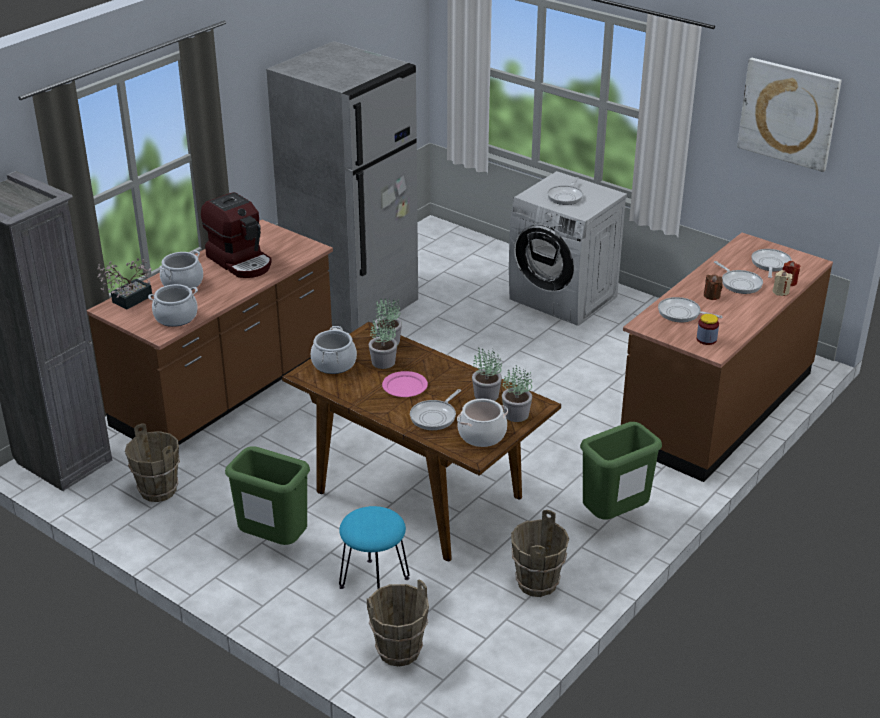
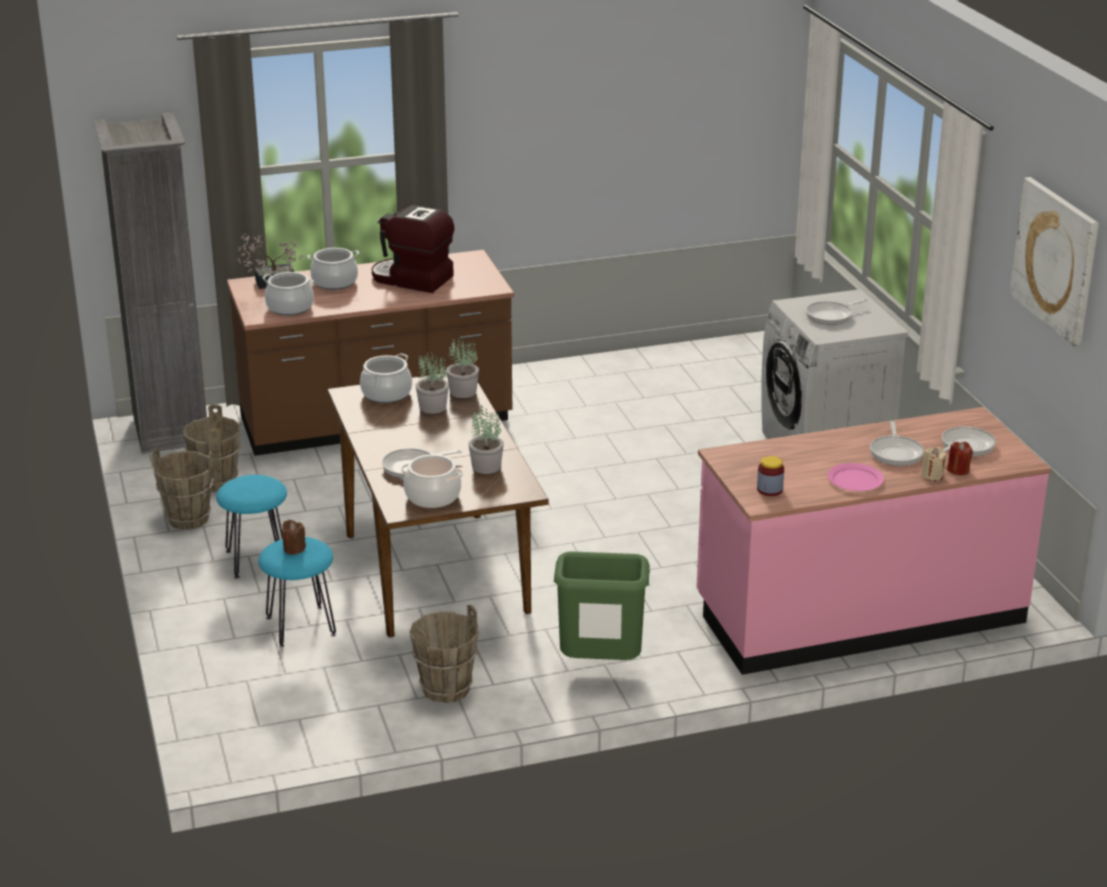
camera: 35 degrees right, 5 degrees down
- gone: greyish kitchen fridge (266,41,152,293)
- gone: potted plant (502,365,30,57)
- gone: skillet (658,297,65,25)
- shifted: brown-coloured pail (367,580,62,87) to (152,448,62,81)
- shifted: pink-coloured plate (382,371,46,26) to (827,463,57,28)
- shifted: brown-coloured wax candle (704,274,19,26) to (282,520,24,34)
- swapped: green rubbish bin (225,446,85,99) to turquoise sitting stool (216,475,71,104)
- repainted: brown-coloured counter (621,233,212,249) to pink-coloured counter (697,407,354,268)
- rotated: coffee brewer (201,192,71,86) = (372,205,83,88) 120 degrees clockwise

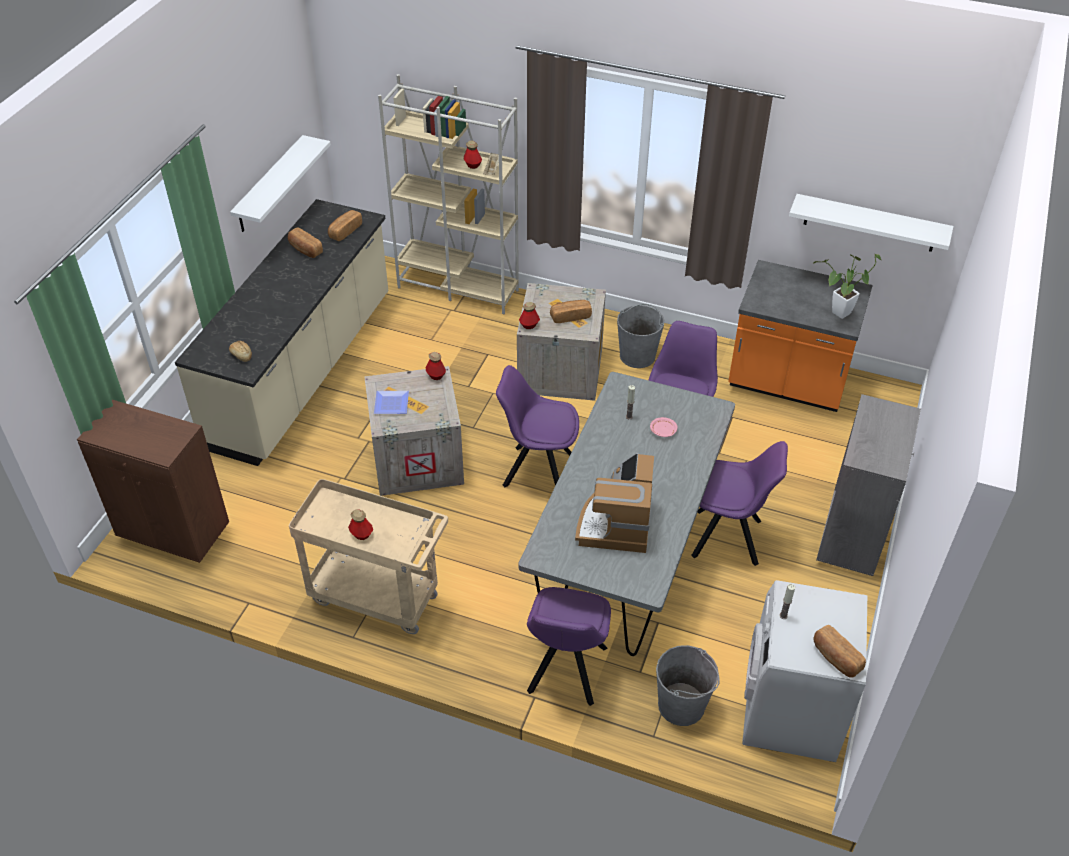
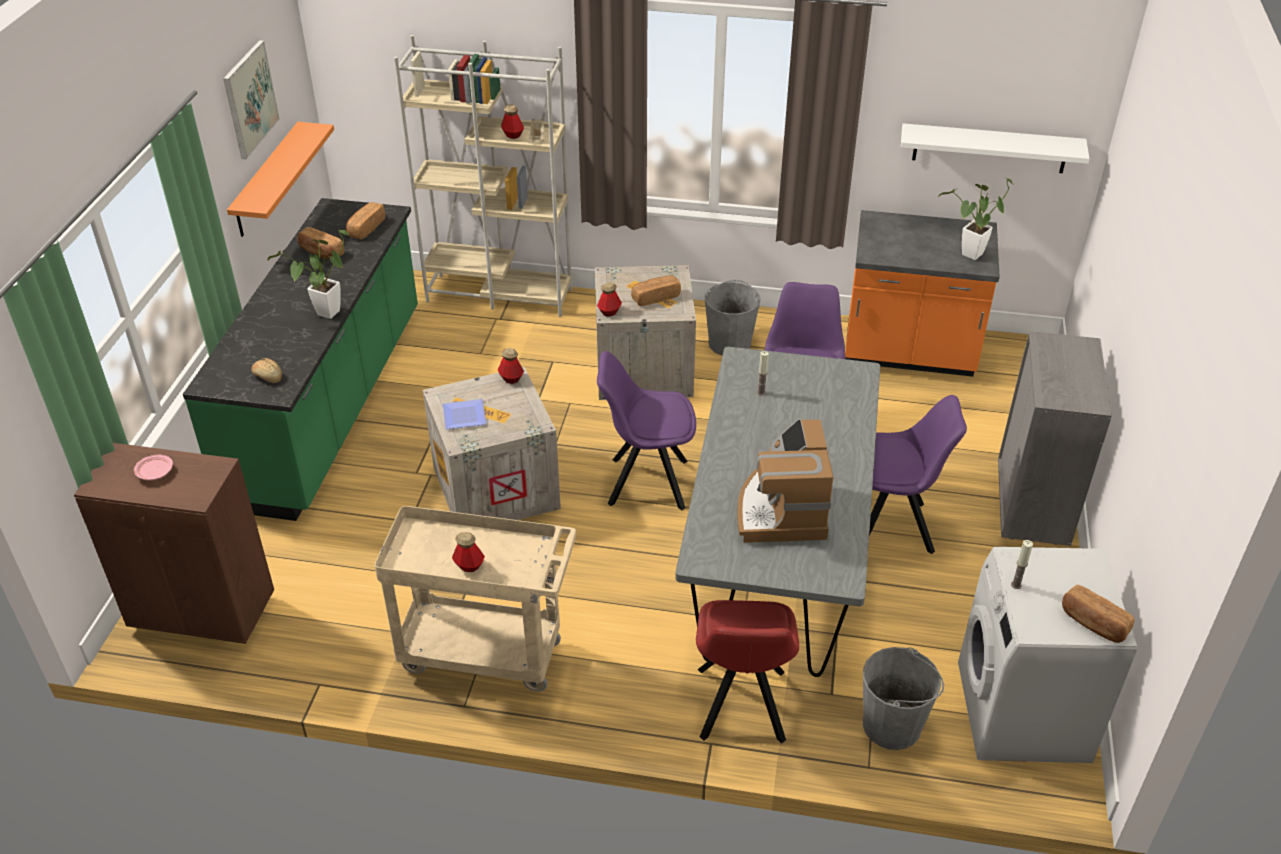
camera: 10 degrees left, 5 degrees down
- new: picture (223,40,57,119)
- new: potted plant (267,229,82,90)
- shifted: pink-coloured plate (650,417,27,20) to (134,455,39,25)
- repainted: beige-coloured counter (175,199,213,267) to green counter (183,198,235,323)
- repainted: white-coloured bracket shelf (230,135,101,97) to orangey bracket shelf (227,122,107,115)
- repainted: purple-coloured chair (527,587,84,119) to reddish chair (696,600,103,143)

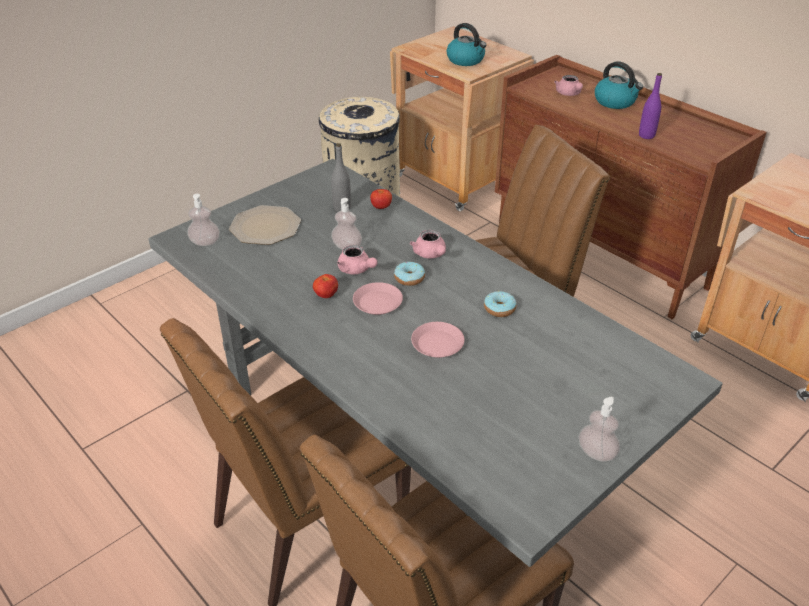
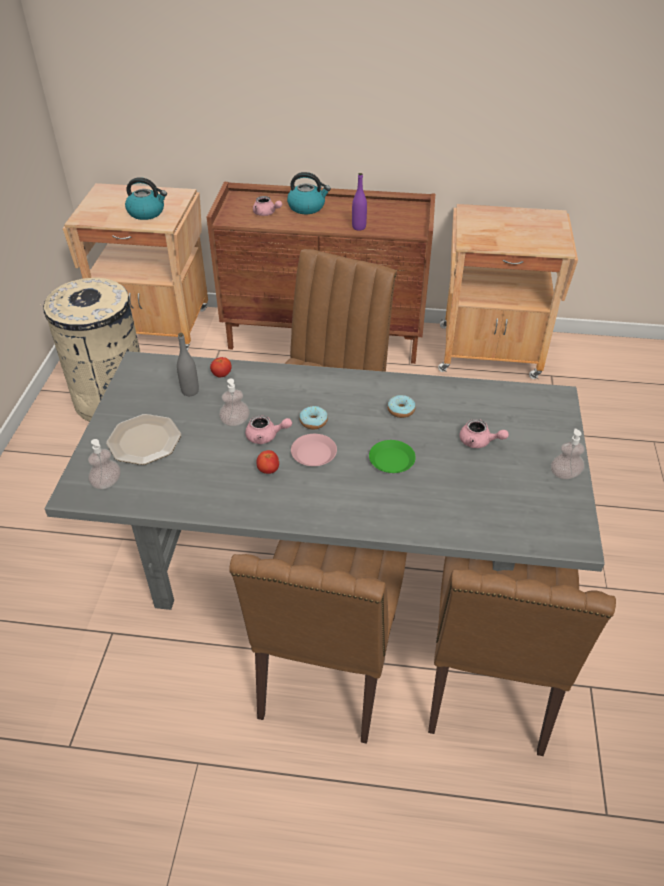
camera: 40 degrees left, 5 degrees up
- shifted: pink-coloured pot for tea (410,230,36,28) to (460,419,49,29)
- repainted: pink-coloured plate (411,322,54,36) to green plate (369,440,47,33)

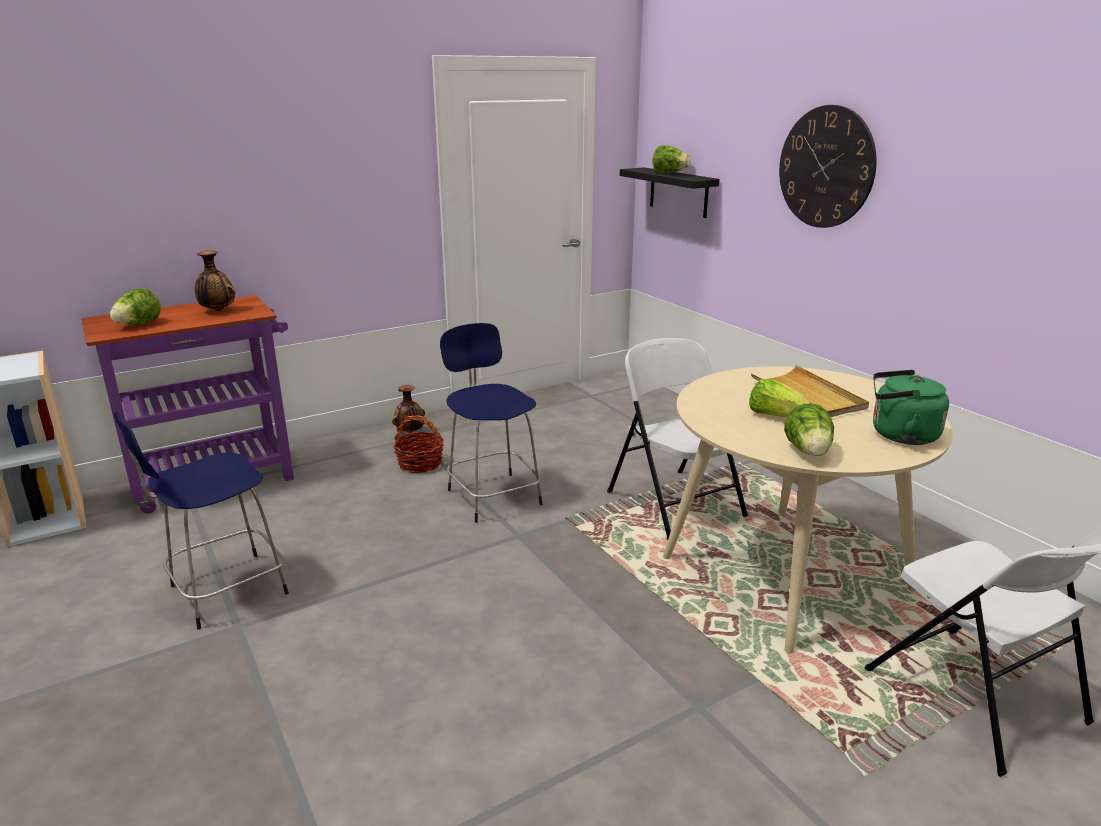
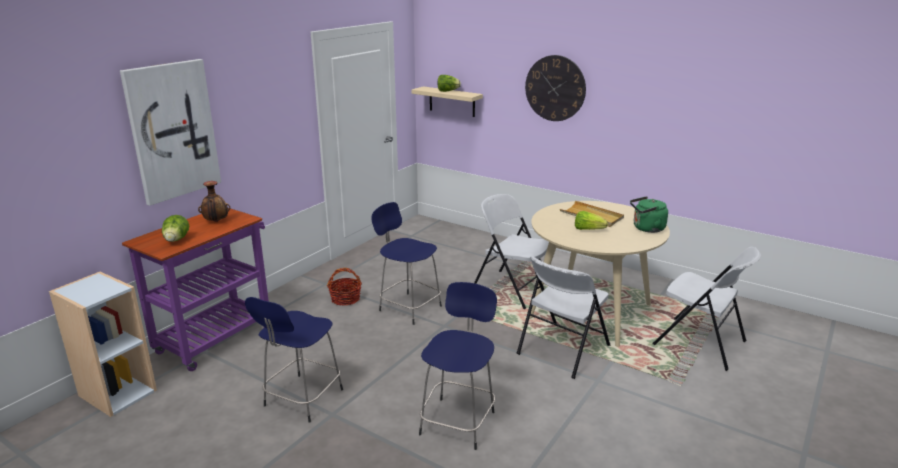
camera: 25 degrees left, 0 degrees up
- gone: vase (392,385,33,48)
- gone: head of lettuce (784,403,50,53)
- new: picture (120,59,101,147)
- new: blue-coloured sitting stool (419,282,78,168)
- new: white-coloured chair (516,256,94,123)
- repainted: blackish bracket shelf (620,167,100,51) to beige-coloured bracket shelf (411,86,72,31)

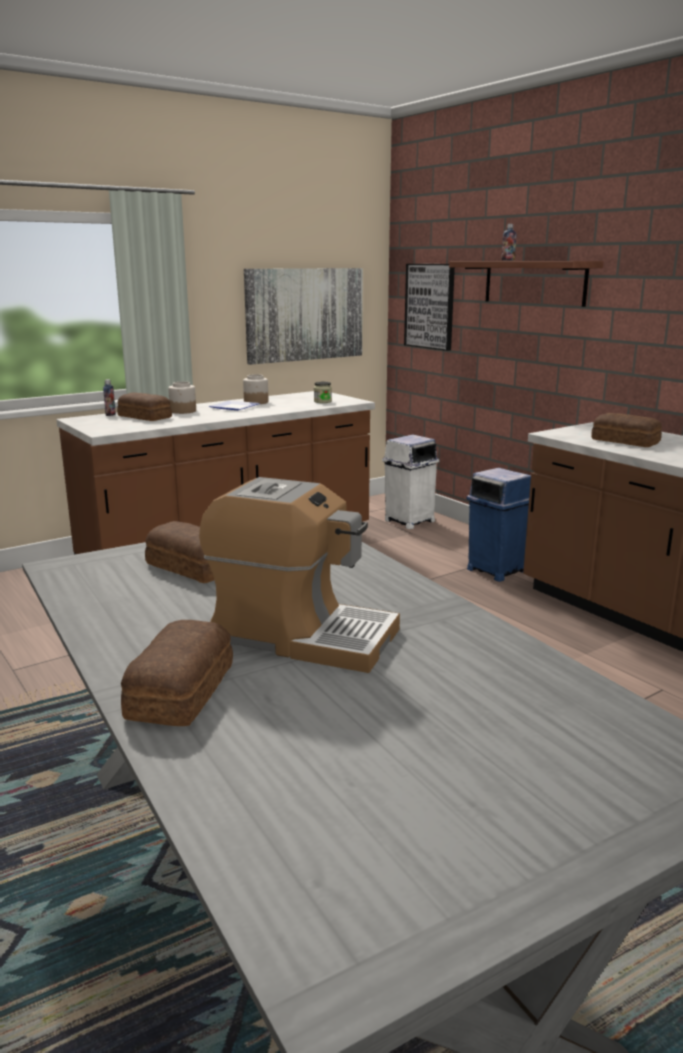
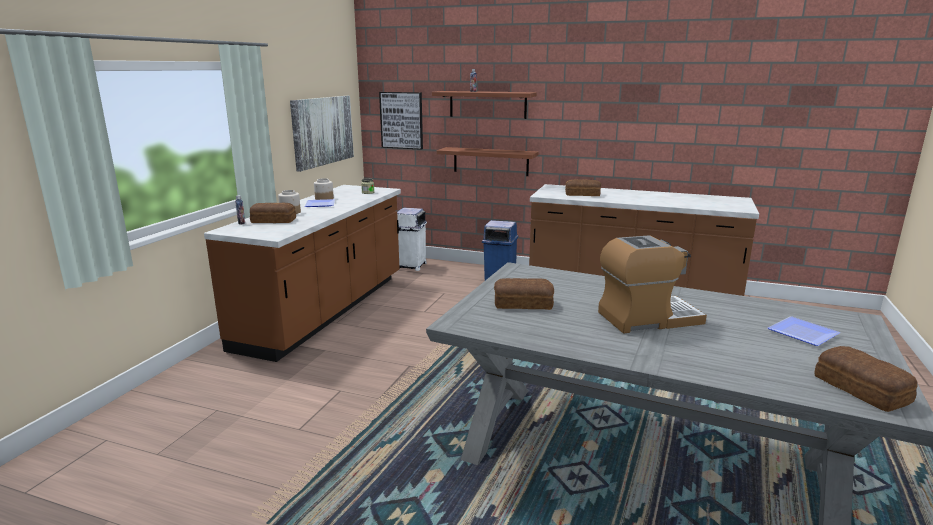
camera: 35 degrees left, 0 degrees up
- new: bracket shelf (437,147,101,29)
- new: plate (768,316,73,30)
- shifted: baked bread (121,620,112,106) to (814,346,104,66)

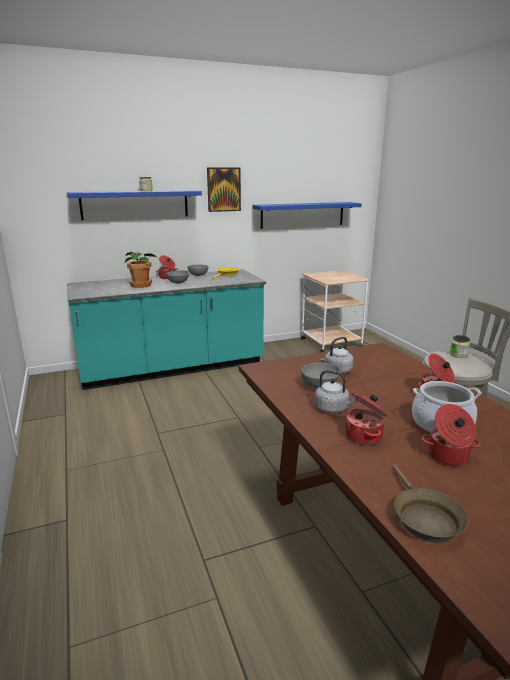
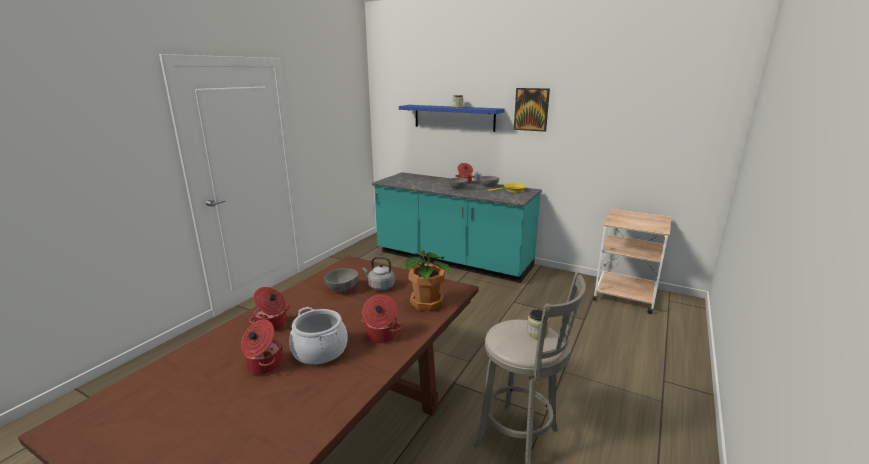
camera: 50 degrees right, 0 degrees up
- gone: blue-coloured bracket shelf (253,202,109,27)
- gone: greyish tea kettle (315,370,40,43)
- gone: brown-coloured skillet (392,465,77,78)
- shifted: potted plant (125,252,31,36) to (405,250,45,61)

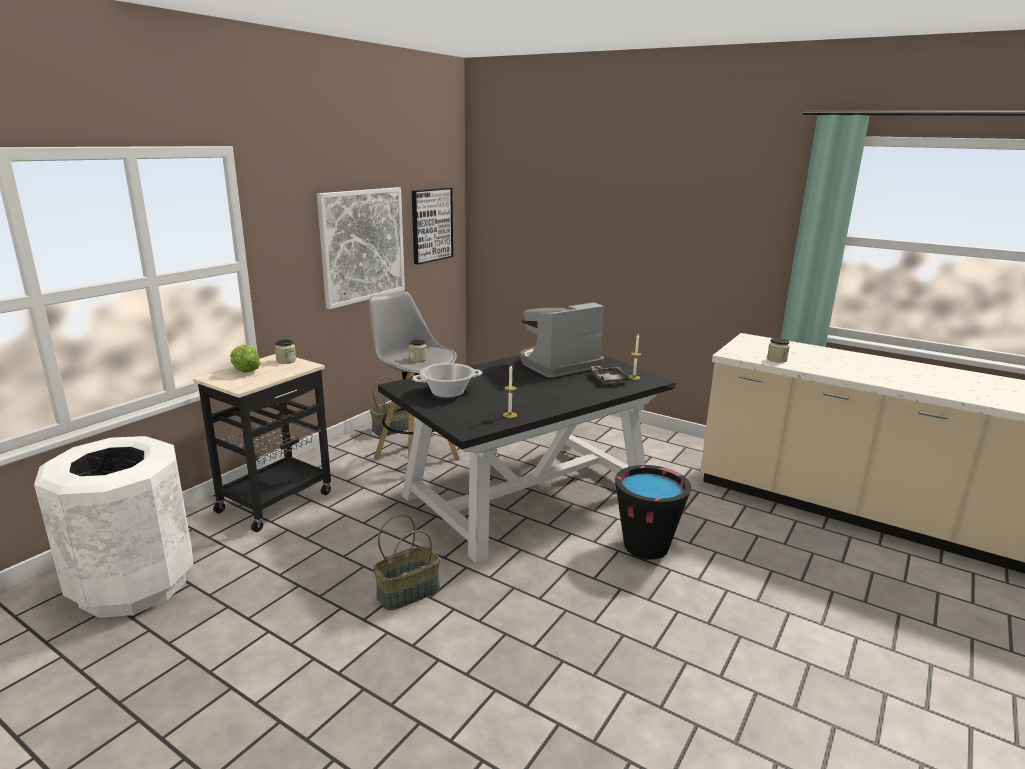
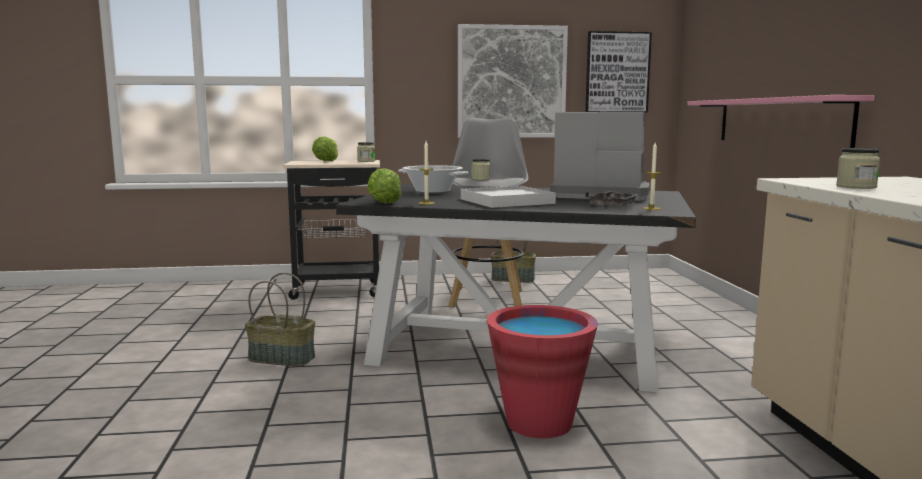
camera: 50 degrees right, 10 degrees down
- gone: white-coloured rubbish bin (34,436,159,182)
- new: head of lettuce (367,168,34,36)
- new: white-coloured tray (461,186,95,22)
- new: pink-coloured bracket shelf (687,95,188,53)
- repainted: blackish pail (615,465,77,95) to reddish pail (487,305,111,133)

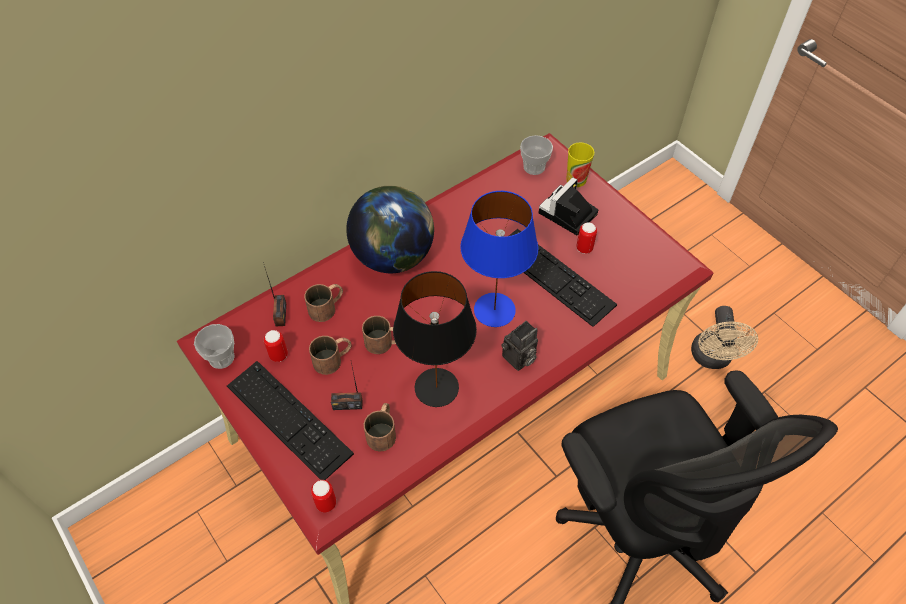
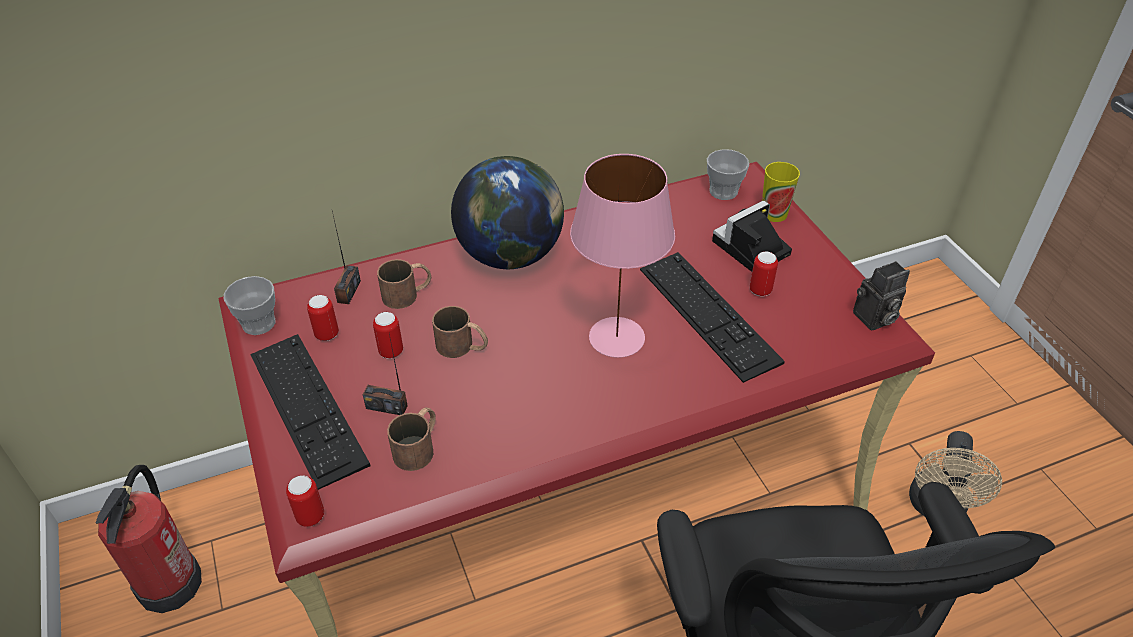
camera: 15 degrees right, 10 degrees down
- gone: blackish table lamp (393,271,84,136)
- new: fire-fighting cylinder (96,465,106,148)
- shifted: photo camera (501,321,37,50) to (853,261,57,69)
- swapped: brown-coloured tea mug (309,336,43,39) to metal can (373,312,30,47)
- repainted: blue-coloured table lamp (460,191,78,136) to pink-coloured table lamp (570,154,105,204)

